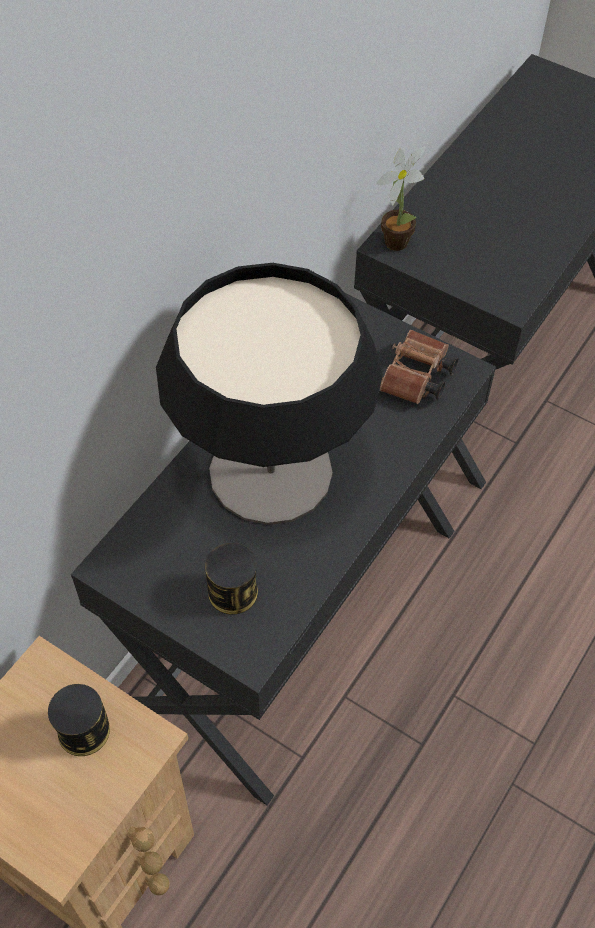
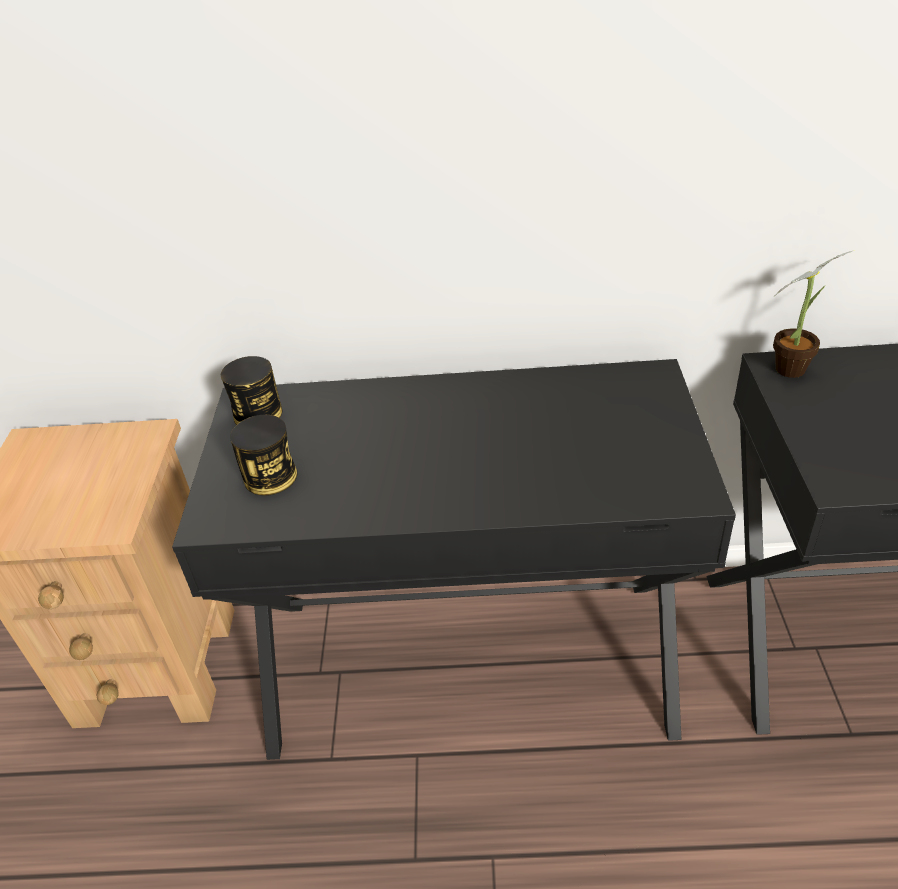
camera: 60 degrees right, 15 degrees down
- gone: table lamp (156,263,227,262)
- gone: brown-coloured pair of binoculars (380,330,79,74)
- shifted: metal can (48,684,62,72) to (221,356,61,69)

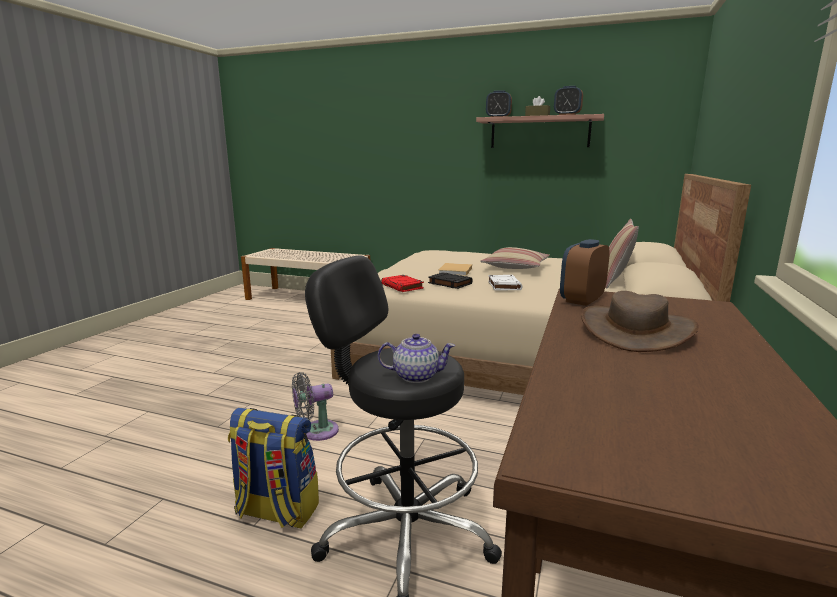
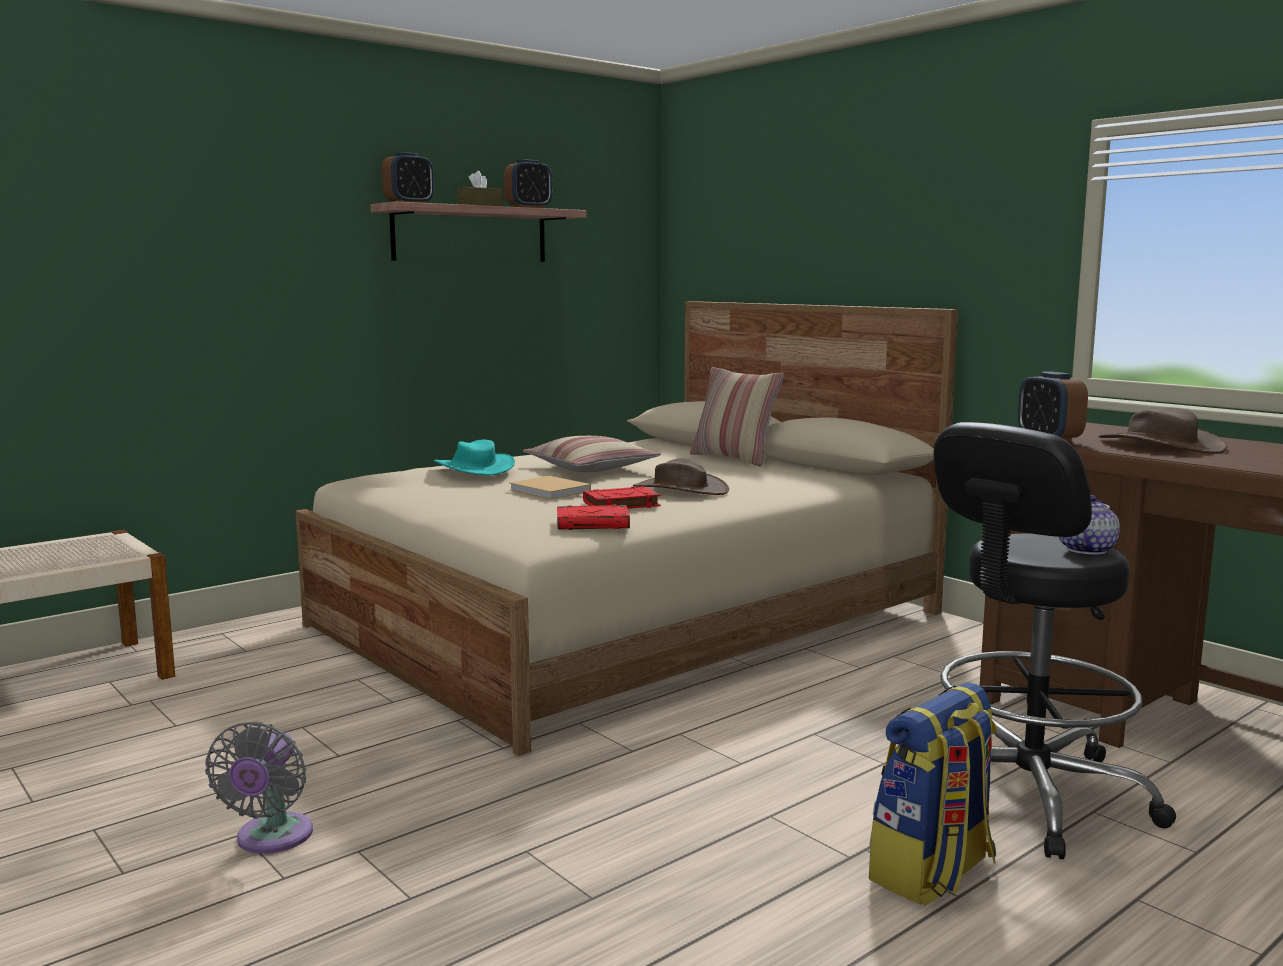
camera: 60 degrees left, 5 degrees down
- new: turquoise hat (434,440,81,36)
- shifted: greyish electric fan (292,372,47,69) to (205,721,108,133)
- swapped: white-coloured bound book (488,275,34,15) to brown-coloured hat (633,458,96,37)
- repainted: blackish bound book (428,272,45,17) to reddish bound book (583,486,77,23)

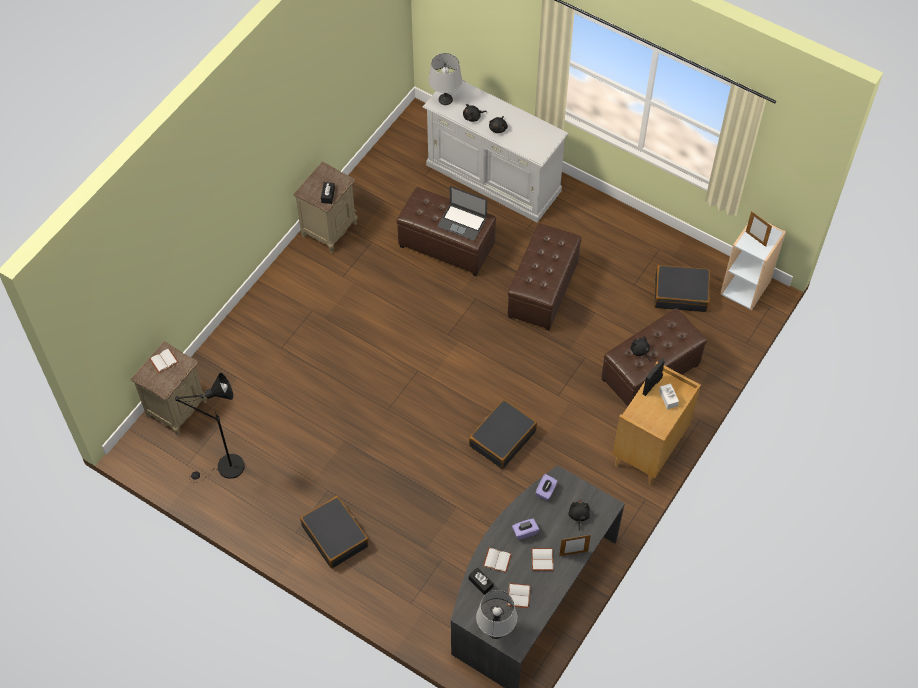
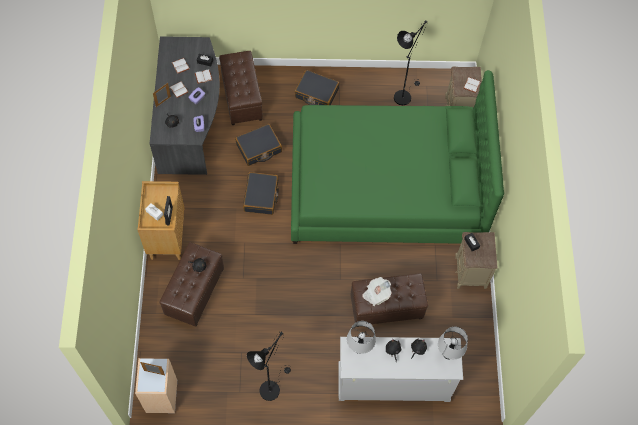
camera: 145 degrees right, 5 degrees up
- new: blackish standing lamp (247,332,44,69)
- new: green bed (291,70,213,174)
- shifted: greyish table lamp (476,590,41,49) to (347,321,29,33)
- shifted: brown-coloured footrest (507,223,74,108) to (219,51,44,74)
- shifted: blackish suitcase (654,265,56,47) to (235,124,47,42)
- swapped: portable computer (437,186,50,54) to printed paper (362,277,29,29)

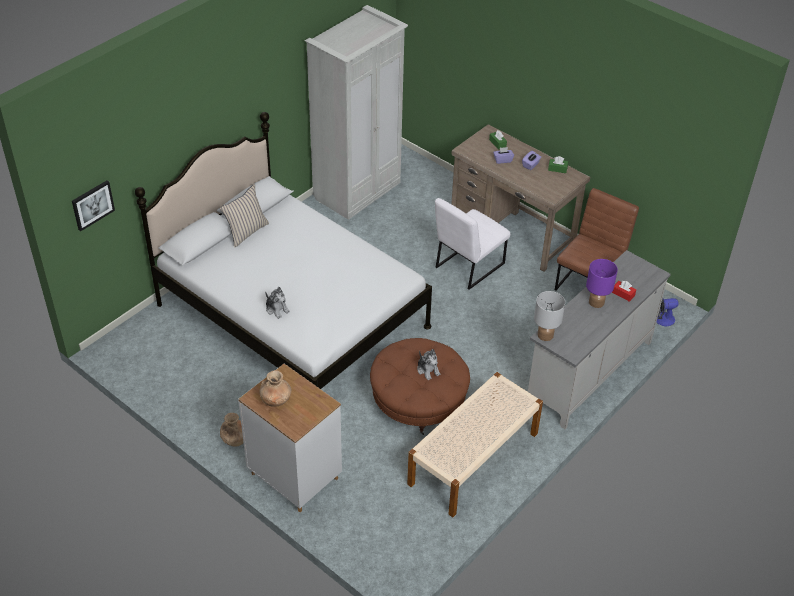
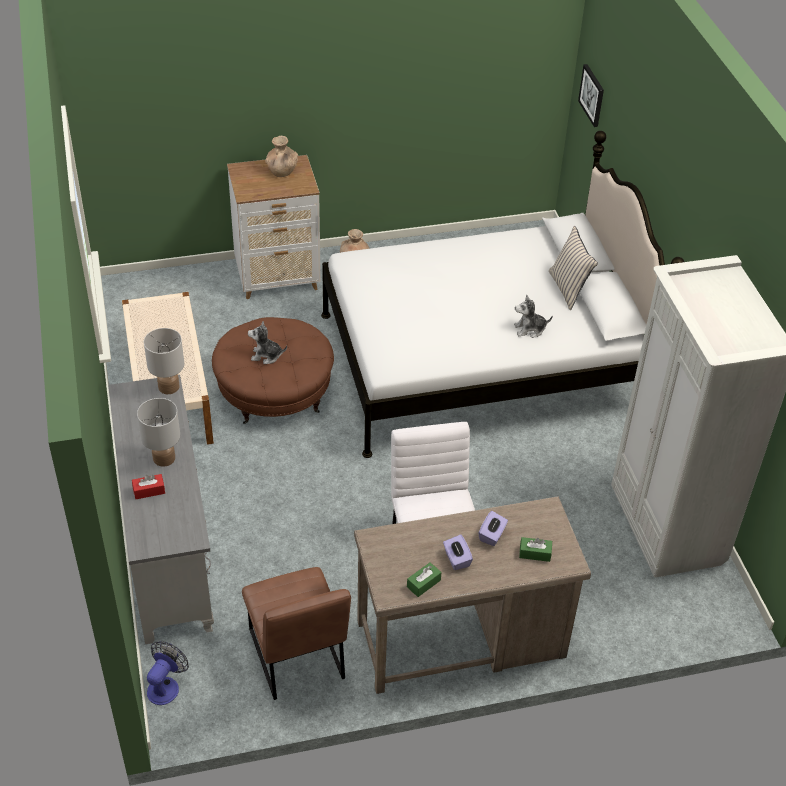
camera: 125 degrees right, 0 degrees up
- shifted: plush toy (265,287,25,32) to (514,295,39,43)
- repainted: purple-coloured table lamp (586,259,32,49) to greyish table lamp (137,398,43,69)

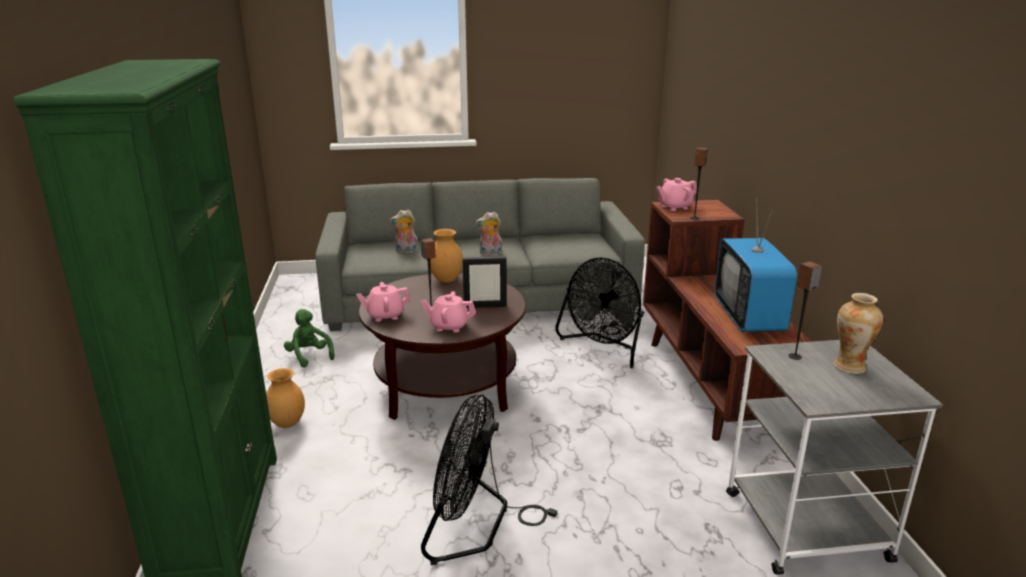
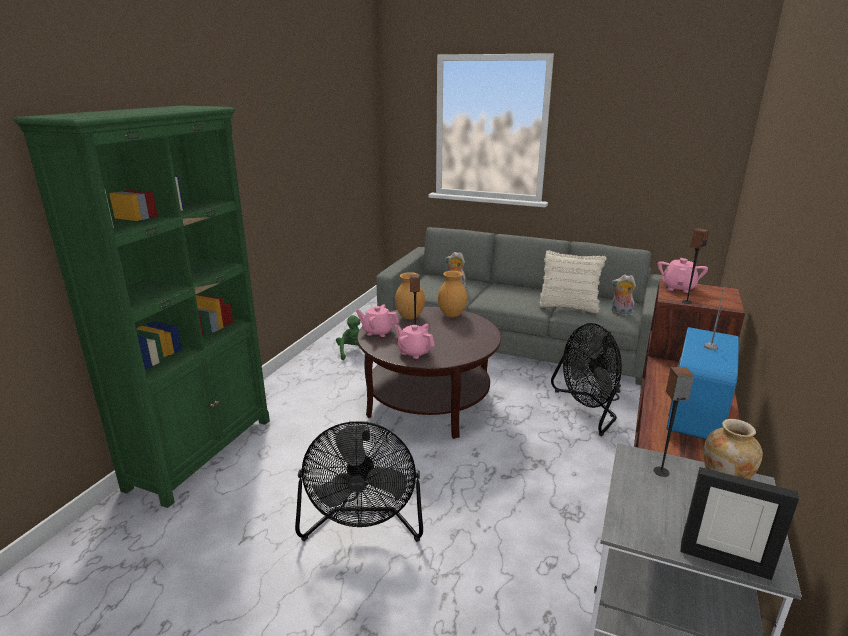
camera: 30 degrees right, 0 degrees up
- new: beige-coloured cushion (539,250,68,63)
- shifted: brown-coloured vase (266,368,39,60) to (395,272,30,47)
- shifted: picture frame (462,256,45,52) to (680,467,119,113)
- shifted: plush toy (475,212,28,44) to (611,275,25,41)
- rotated: blackish electric fan (421,394,138,172) = (295,421,128,121) 135 degrees counterclockwise
- rotated: pink-coloured pot for tea (656,178,41,33) = (658,258,50,35) 105 degrees clockwise

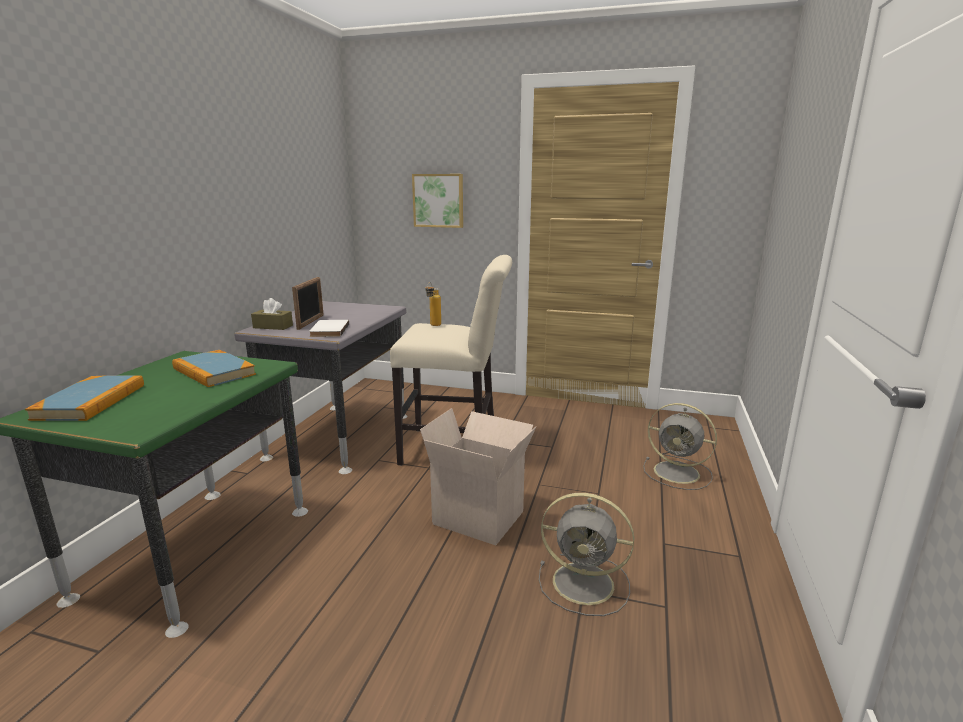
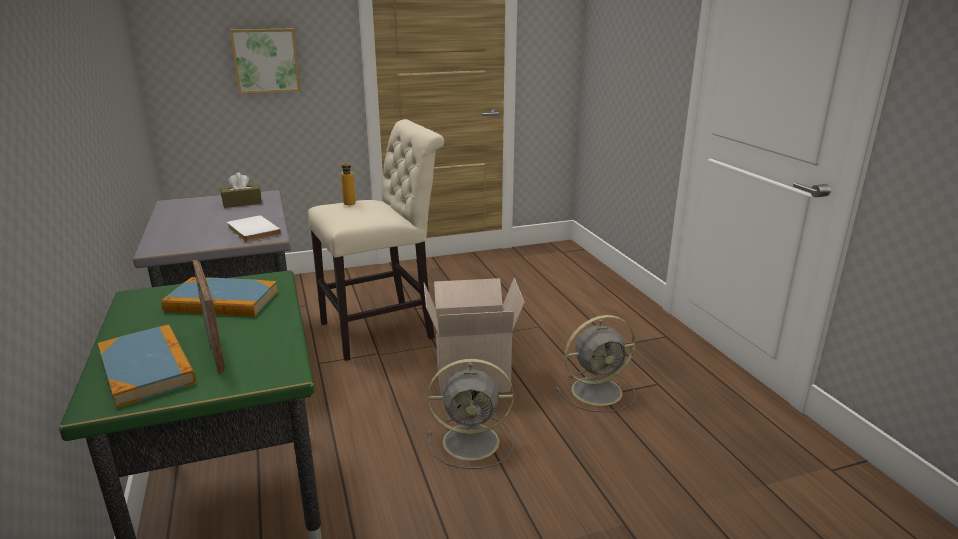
camera: 35 degrees left, 5 degrees up
- shifted: brown-coloured tissue holder (251,298,42,32) to (220,172,42,36)
- shifted: picture frame (292,277,32,53) to (193,260,32,114)
- shifted: greyish electric fan (643,403,74,87) to (428,359,86,110)

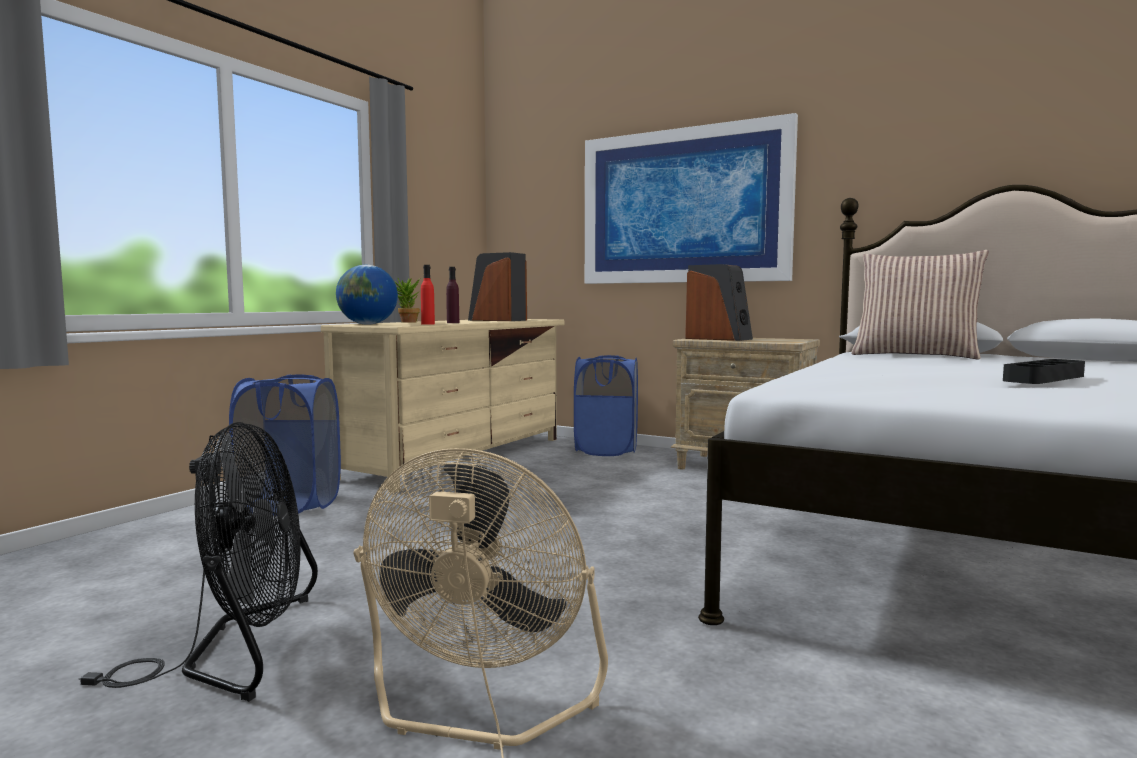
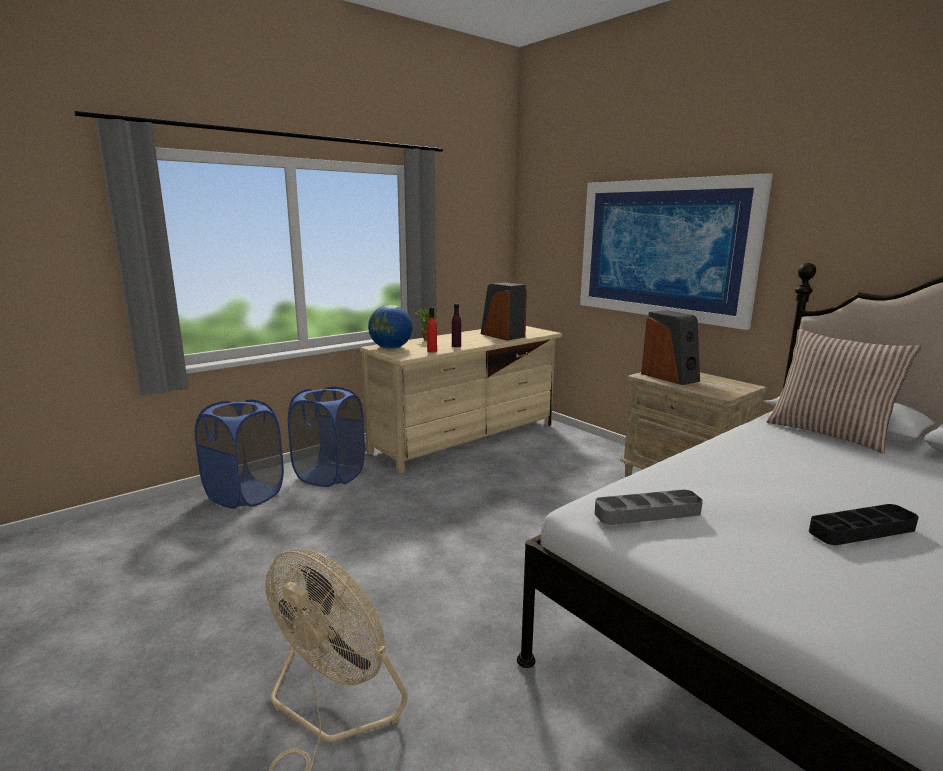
camera: 20 degrees right, 10 degrees up
- gone: blackish electric fan (79,422,239,280)
- new: greyish tray (595,490,108,35)
- shifted: blue-coloured washing basket (574,355,64,101) to (195,399,89,110)

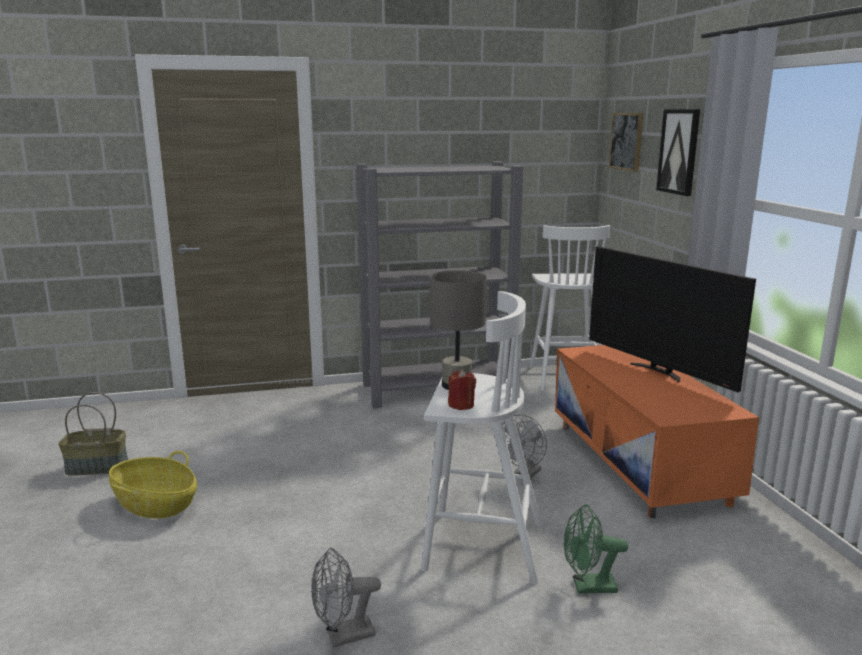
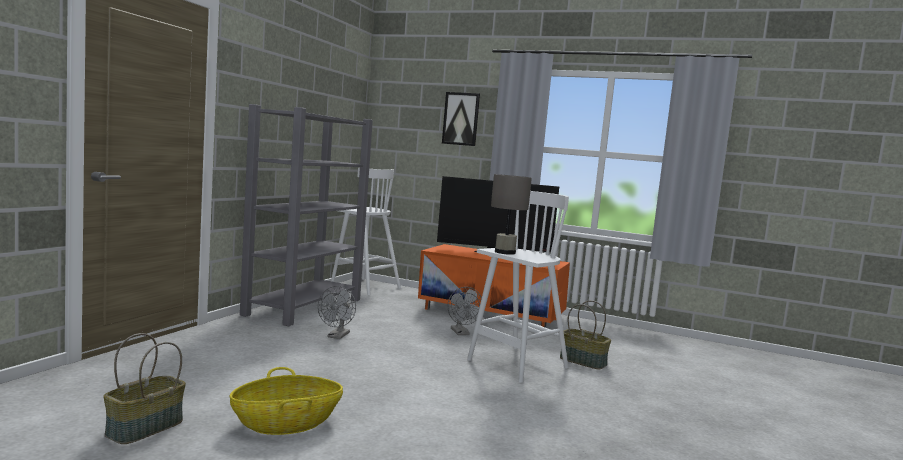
camera: 55 degrees left, 10 degrees down
- gone: reddish wax candle (448,370,28,40)
- gone: picture (609,113,34,59)
- shifted: greyish electric fan (311,548,70,100) to (318,286,38,53)
- swapped: green electric fan (564,504,64,89) to basket (560,300,51,69)

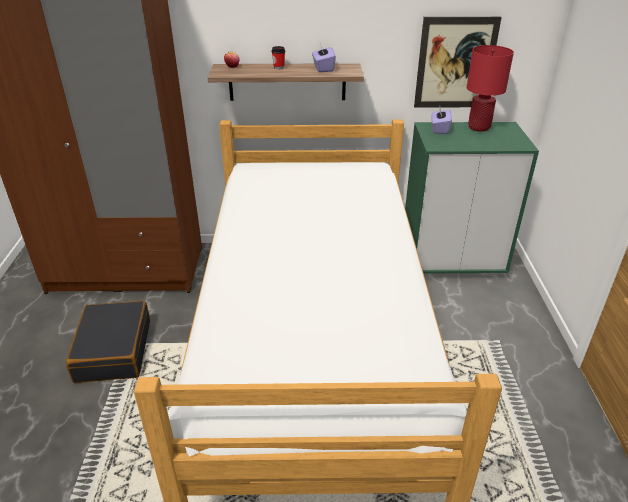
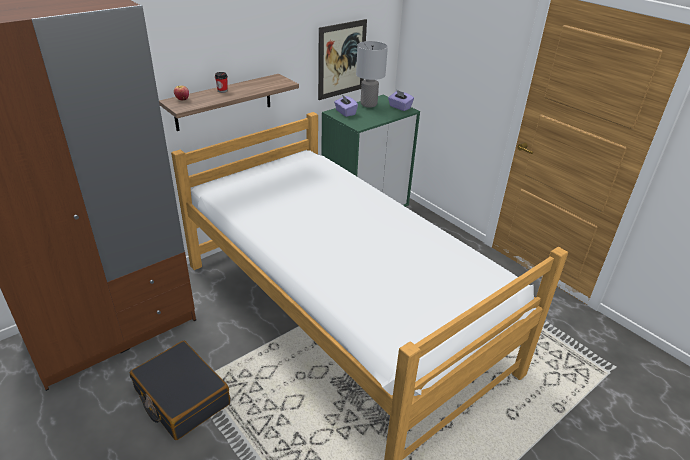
camera: 40 degrees left, 0 degrees up
- shifted: purple-coloured tissue holder (312,44,24,28) to (388,90,26,21)
- repainted: reddish table lamp (467,45,47,87) to greyish table lamp (356,41,32,67)

